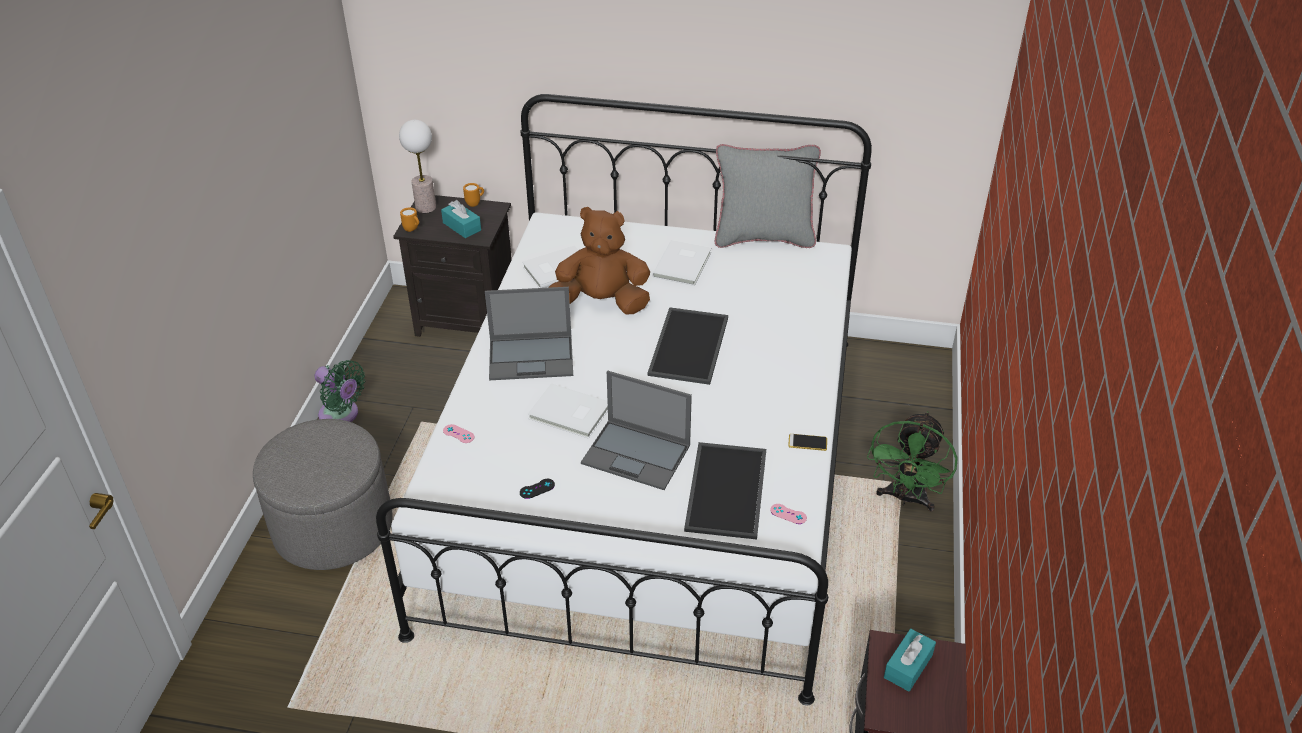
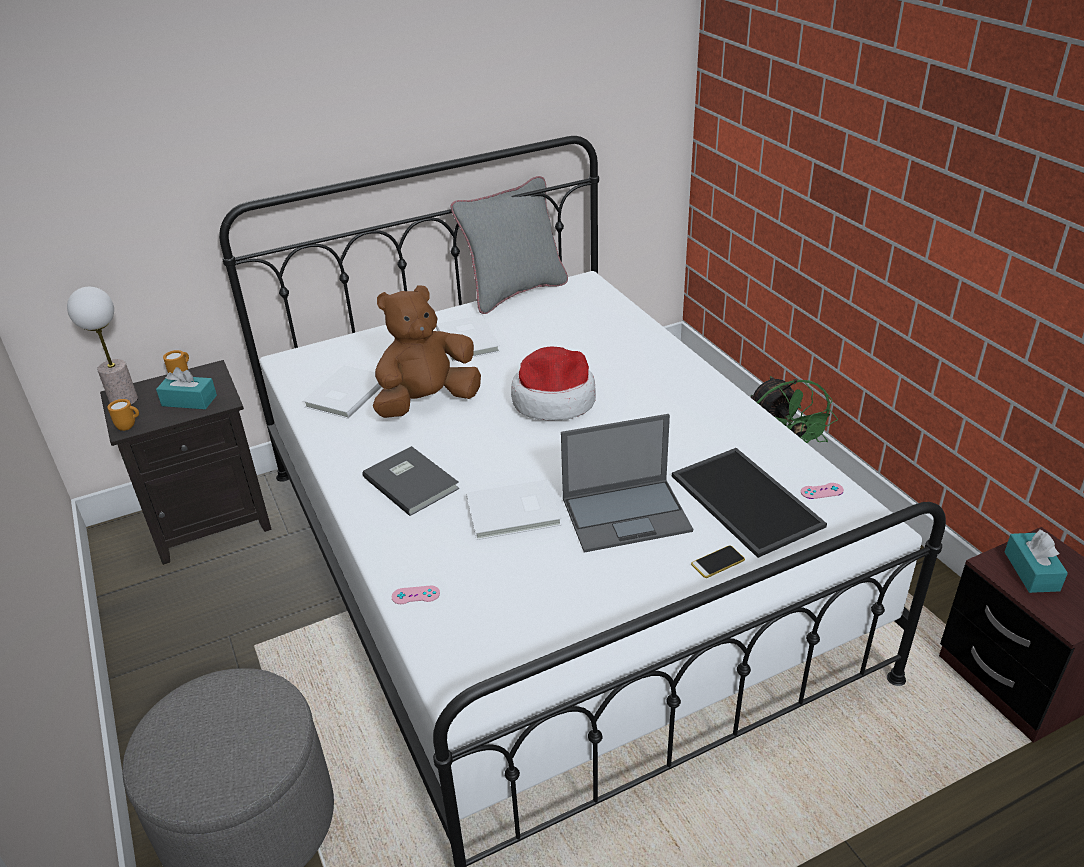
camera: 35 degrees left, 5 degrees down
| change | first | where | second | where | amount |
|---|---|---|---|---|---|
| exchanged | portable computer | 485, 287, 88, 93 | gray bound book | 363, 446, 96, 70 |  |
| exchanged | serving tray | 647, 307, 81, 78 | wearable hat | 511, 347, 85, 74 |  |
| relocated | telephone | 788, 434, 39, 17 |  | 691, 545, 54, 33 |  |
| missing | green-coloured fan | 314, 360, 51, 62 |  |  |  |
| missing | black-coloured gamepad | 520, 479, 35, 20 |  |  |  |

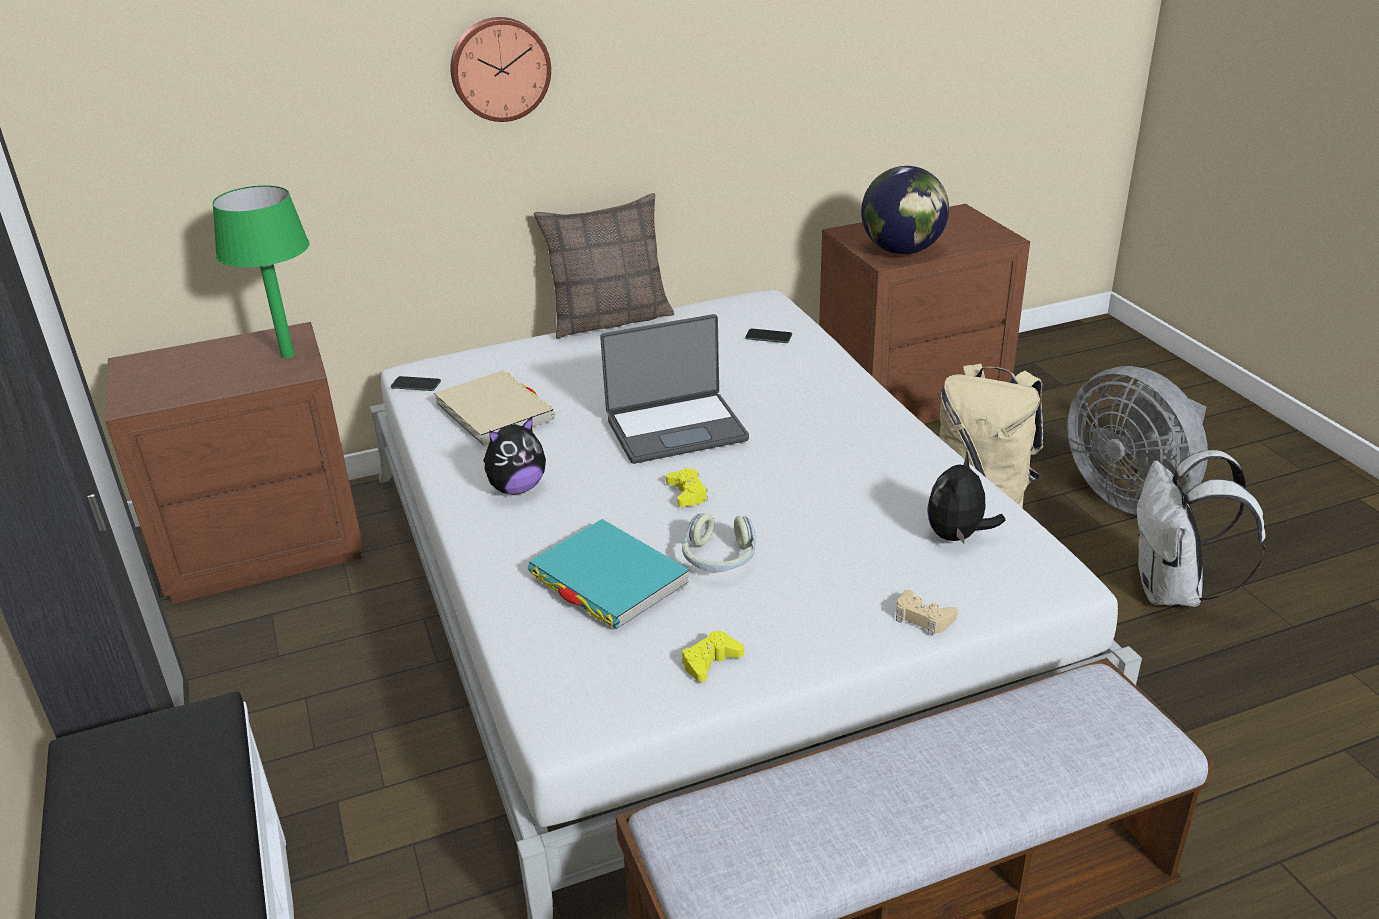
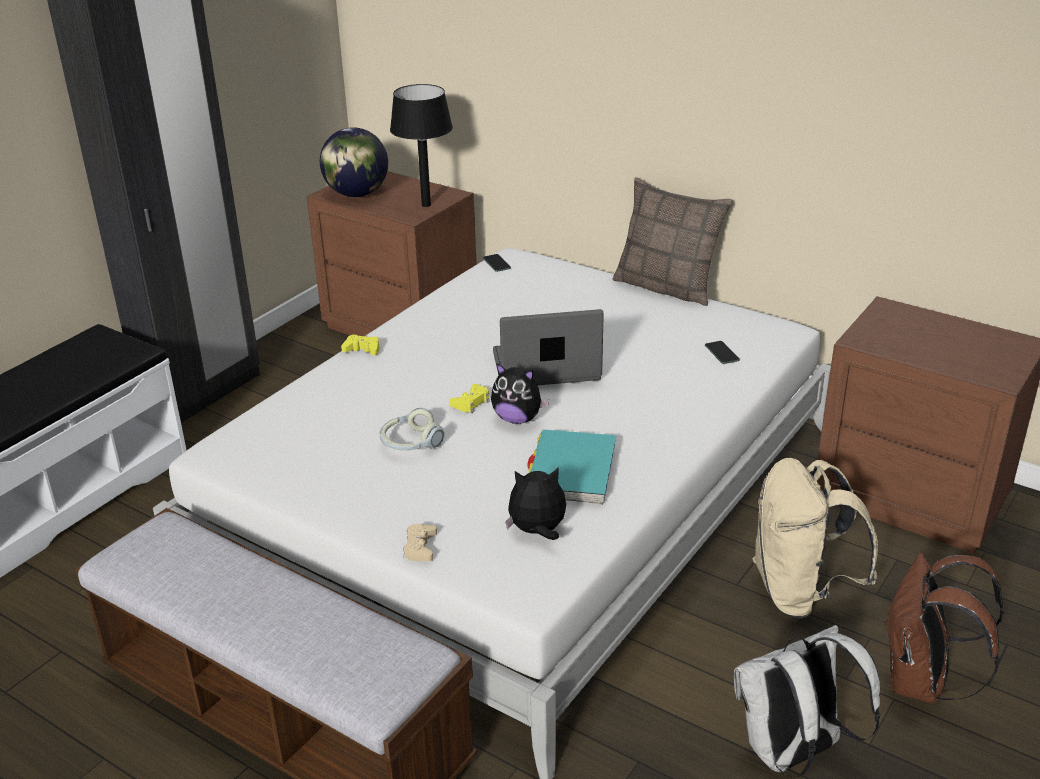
camera: 55 degrees right, 0 degrees up
| change | first | where | second | where | amount |
|---|---|---|---|---|---|
| relocated | desk globe | 861, 166, 88, 89 |  | 320, 127, 68, 70 |  |
| relocated | yellow-coloured gamepad | 682, 631, 62, 51 |  | 341, 334, 39, 21 |  |
| colour | green-coloured tabletop lamp | 212, 185, 98, 173 | black-coloured tabletop lamp | 390, 84, 63, 123 |  |
| relocated | cuddly toy | 483, 417, 63, 77 |  | 491, 363, 58, 61 |  |
| spun | portable computer | 600, 314, 149, 150 |  | 493, 309, 111, 77 | 135 degrees clockwise |
| relocated | blue-green bound book | 528, 519, 162, 110 |  | 528, 430, 88, 75 |  |
| exchanged | gray fan | 1067, 366, 141, 149 | brown rucksack | 884, 553, 120, 151 |  |
| missing | beige-coloured bound book | 434, 370, 121, 77 |  |  |  |
| missing | hanging clock | 450, 17, 101, 105 |  |  |  |

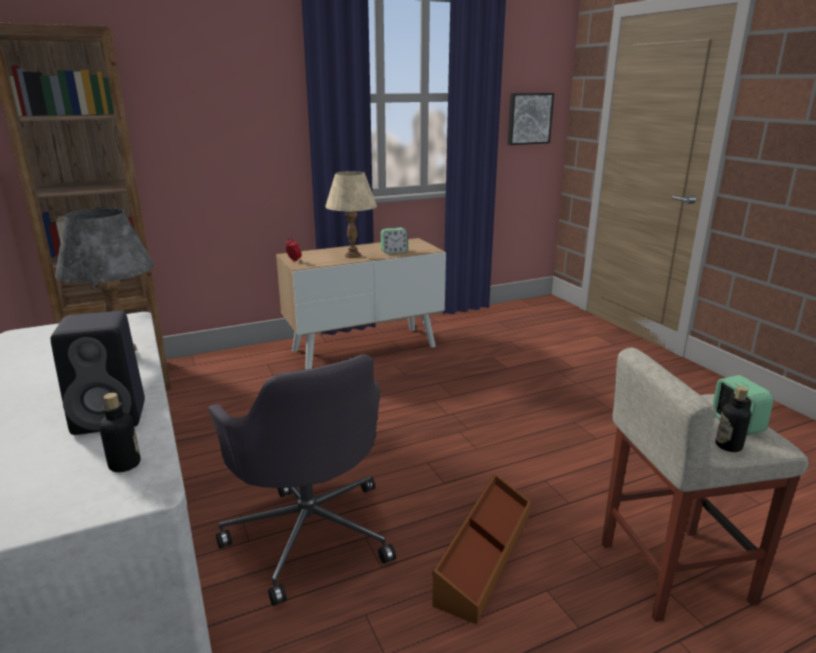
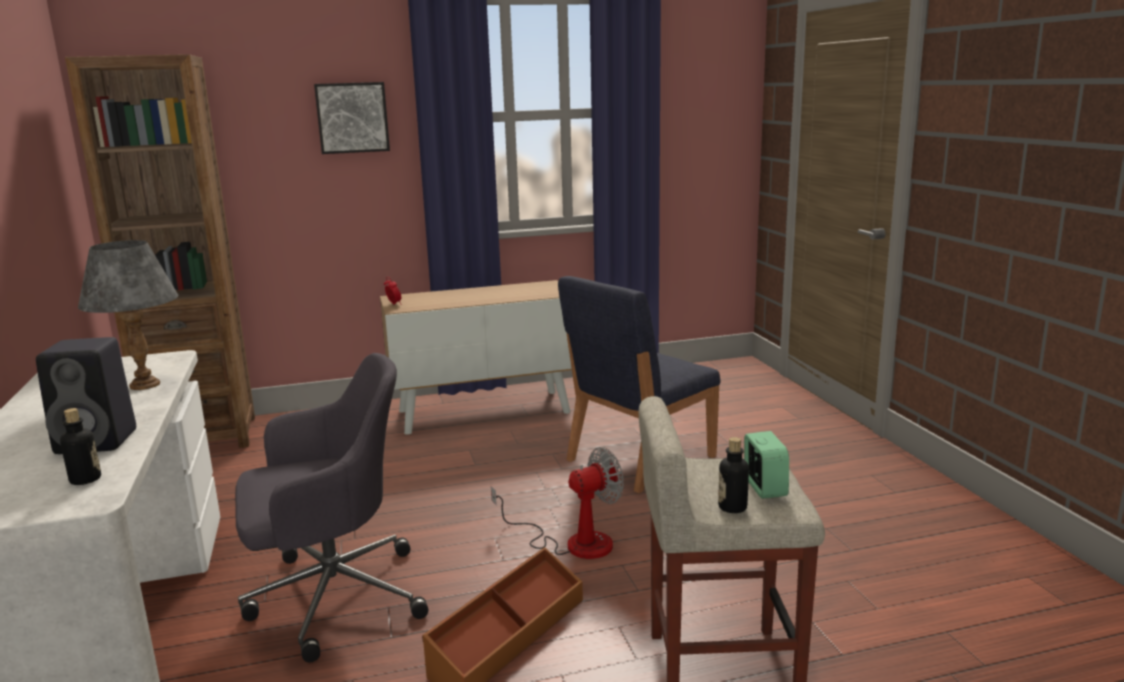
camera: 10 degrees right, 5 degrees down
| change | first | where | second | where | amount |
|---|---|---|---|---|---|
| spun | gray desk chair | 208, 355, 188, 251 |  | 235, 353, 193, 310 | 90 degrees counterclockwise |
| relocated | picture | 507, 93, 47, 52 |  | 314, 82, 76, 72 |  |
| appeared |  |  | fan | 491, 447, 133, 112 |  |
| appeared |  |  | blue-coloured chair | 558, 276, 163, 217 |  |
| missing | beige-coloured tabletop lamp | 325, 171, 52, 87 |  |  |  |
| missing | table clock | 381, 228, 27, 26 |  |  |  |

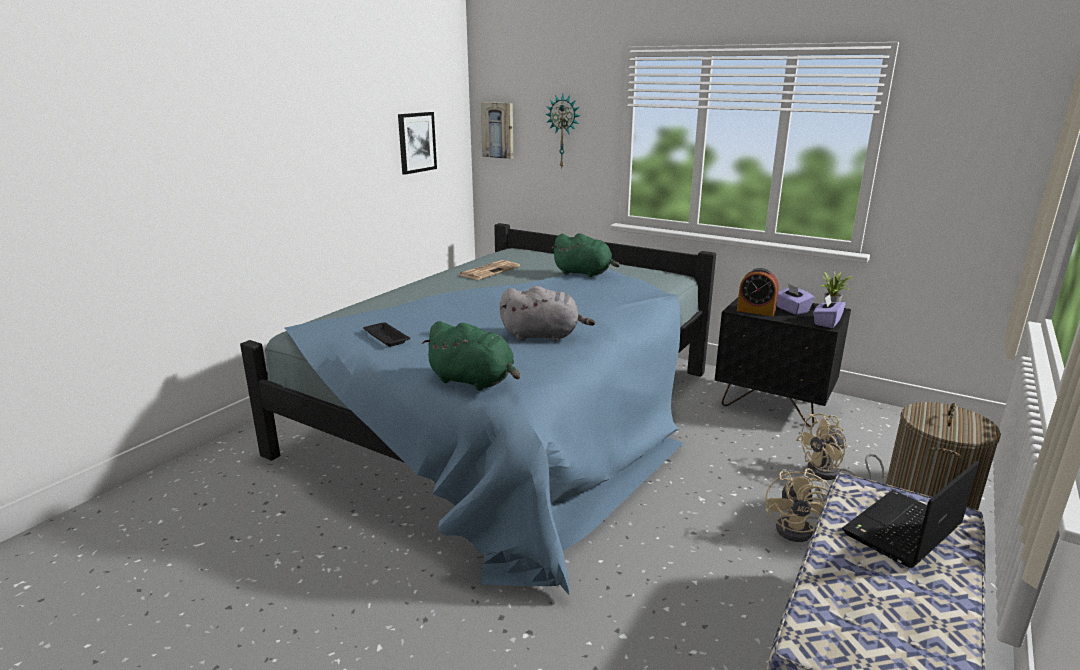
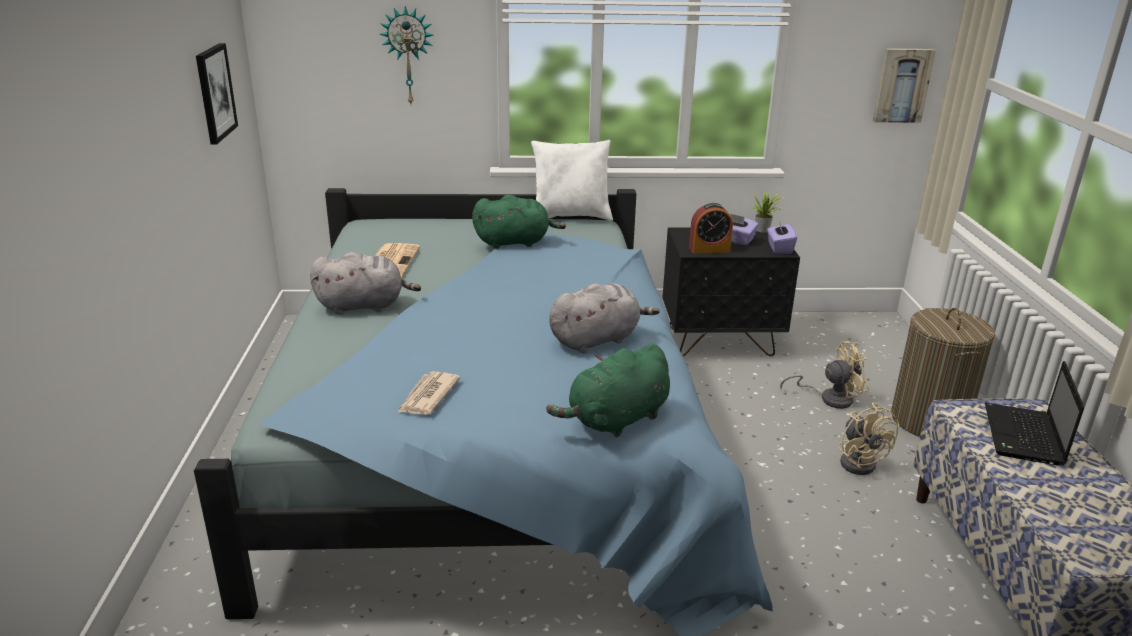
camera: 35 degrees left, 5 degrees up
| change | first | where | second | where | amount |
|---|---|---|---|---|---|
| appeared |  |  | gray cuddly toy | 310, 252, 111, 63 |  |
| exchanged | black-coloured serving tray | 363, 322, 47, 25 | daily paper | 397, 371, 64, 44 |  |
| appeared |  |  | whitish cushion | 531, 140, 82, 81 |  |
| spun | green-coloured cuddly toy | 422, 321, 98, 70 |  | 546, 344, 124, 93 | 150 degrees clockwise |
| spun | beige-coloured fan | 796, 413, 88, 67 |  | 780, 341, 89, 68 | 135 degrees counterclockwise |
| relocated | picture | 481, 102, 32, 57 |  | 873, 48, 63, 75 |  |

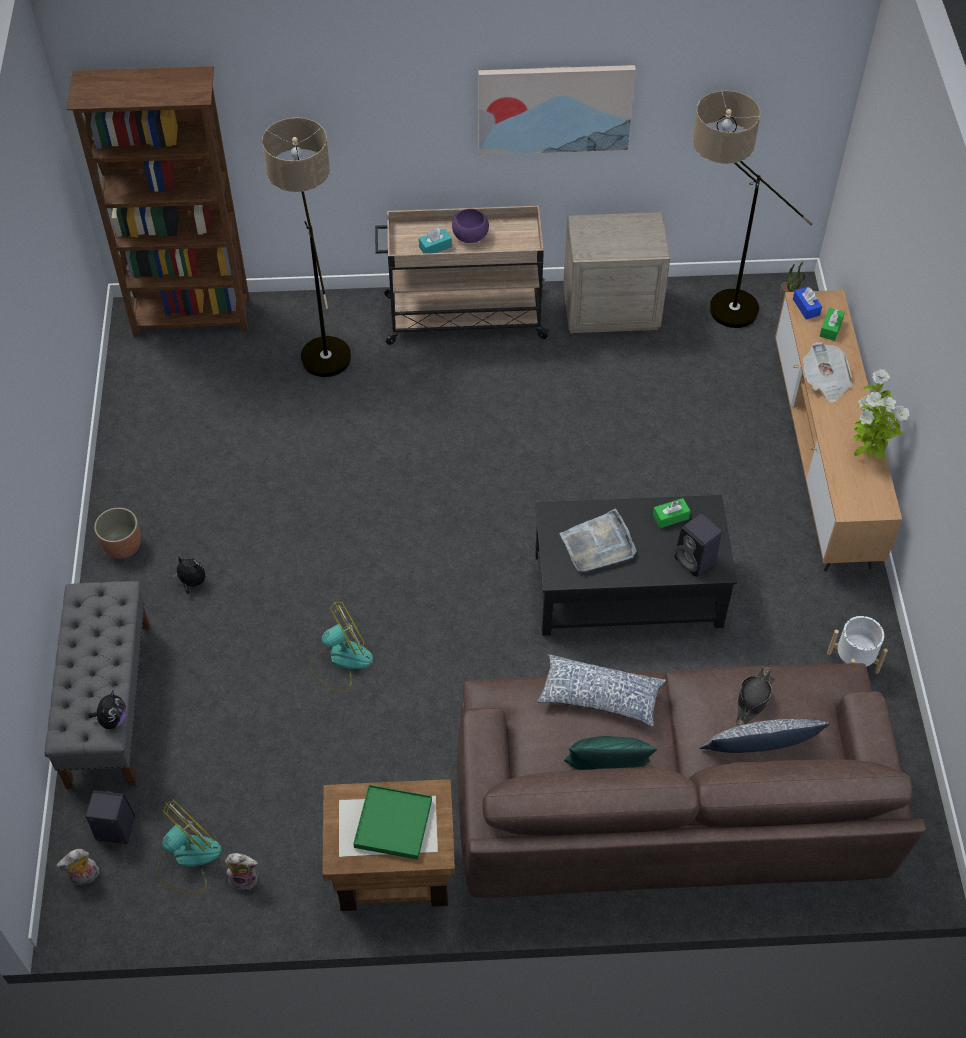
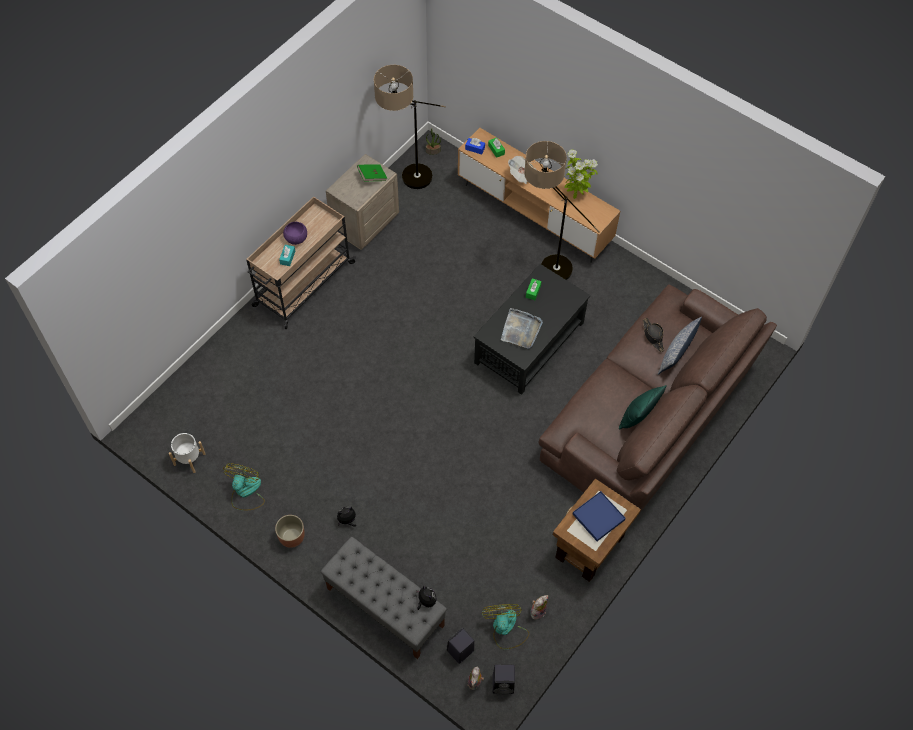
camera: 50 degrees left, 5 degrees up
| change | first | where | second | where | amount |
|---|---|---|---|---|---|
| relocated | whitish flower pot | 827, 616, 61, 58 |  | 169, 433, 37, 40 |  |
| relocated | fan | 310, 601, 63, 91 |  | 223, 463, 42, 47 |  |
| appeared |  |  | green-coloured bound book | 357, 164, 30, 17 |  |
| relocated | black-coloured speaker | 675, 513, 47, 64 |  | 492, 665, 23, 29 |  |
| relocated | standard lamp | 262, 118, 89, 259 |  | 524, 141, 76, 139 |  |
| colour | green-coloured serving tray | 353, 785, 79, 75 | blue-coloured serving tray | 573, 491, 53, 50 |  |
| missing | brown shelving unit | 66, 66, 184, 271 |  |  |  |
| missing | picture | 478, 65, 158, 90 |  |  |  |
| missing | cushion | 537, 654, 129, 73 |  |  |  |

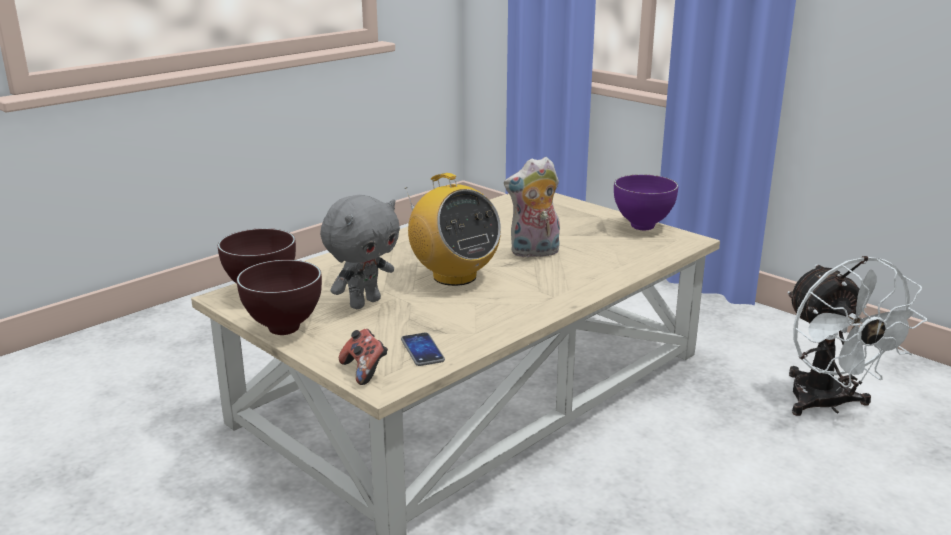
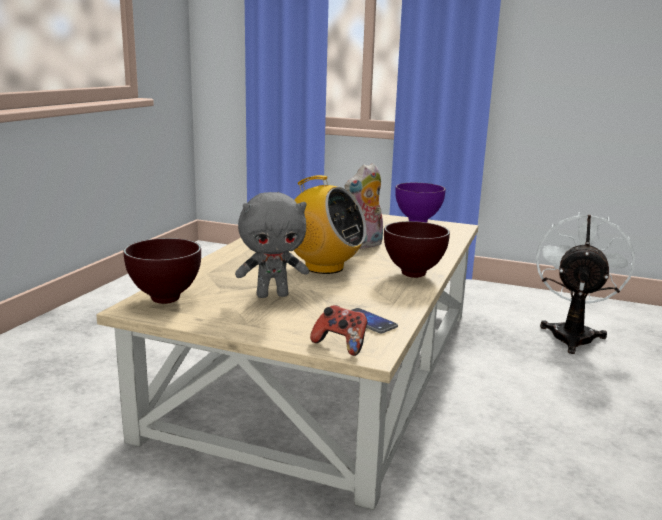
camera: 25 degrees left, 5 degrees down
| change | first | where | second | where | amount |
|---|---|---|---|---|---|
| spun | gray cuddly toy | 320, 195, 80, 114 |  | 235, 192, 74, 106 | 60 degrees clockwise |
| relocated | brown bowl | 237, 260, 85, 75 |  | 384, 221, 66, 57 |  |
| spun | whitish fan | 787, 256, 140, 160 |  | 536, 212, 99, 142 | 120 degrees counterclockwise |

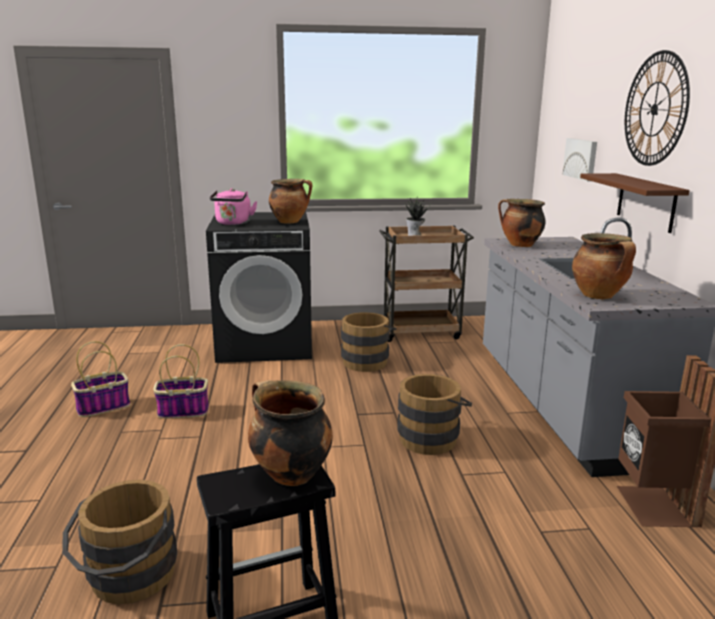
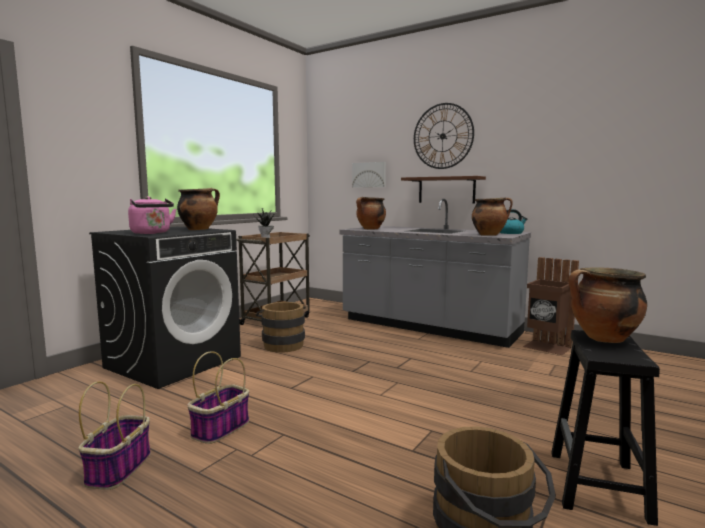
camera: 50 degrees left, 10 degrees down
| change | first | where | second | where | amount |
|---|---|---|---|---|---|
| appeared |  |  | tea kettle | 500, 209, 27, 25 |  |
| missing | brown bucket | 397, 374, 75, 81 |  |  |  |

